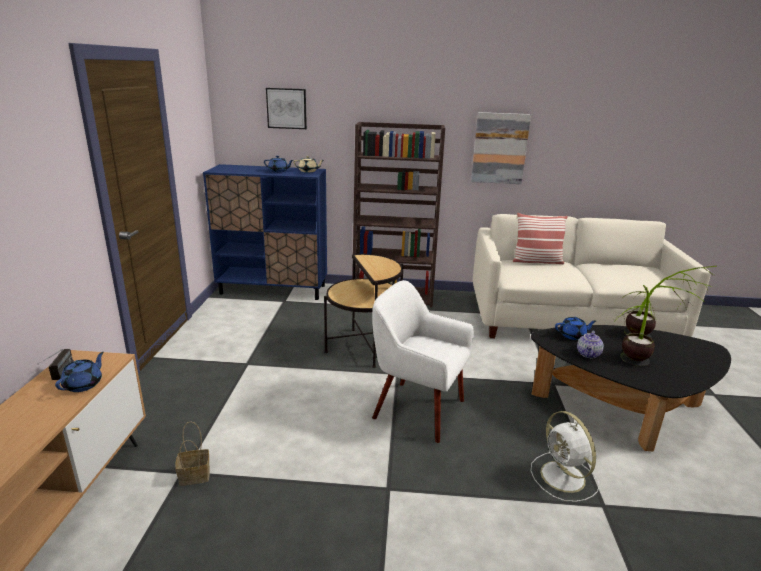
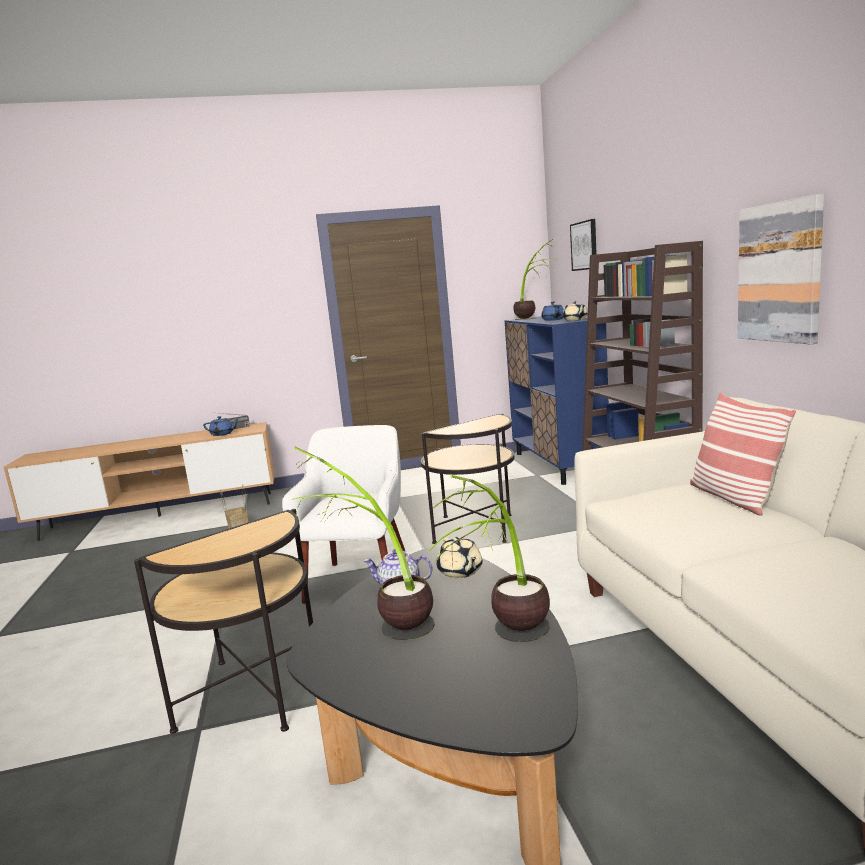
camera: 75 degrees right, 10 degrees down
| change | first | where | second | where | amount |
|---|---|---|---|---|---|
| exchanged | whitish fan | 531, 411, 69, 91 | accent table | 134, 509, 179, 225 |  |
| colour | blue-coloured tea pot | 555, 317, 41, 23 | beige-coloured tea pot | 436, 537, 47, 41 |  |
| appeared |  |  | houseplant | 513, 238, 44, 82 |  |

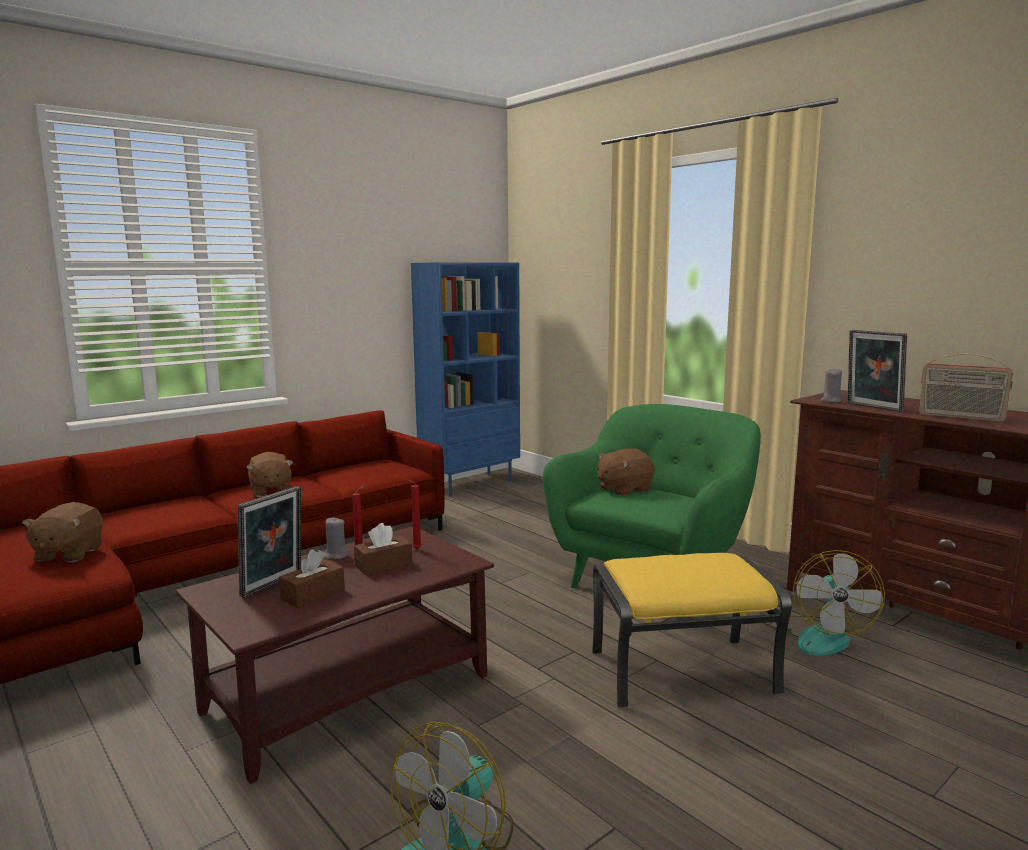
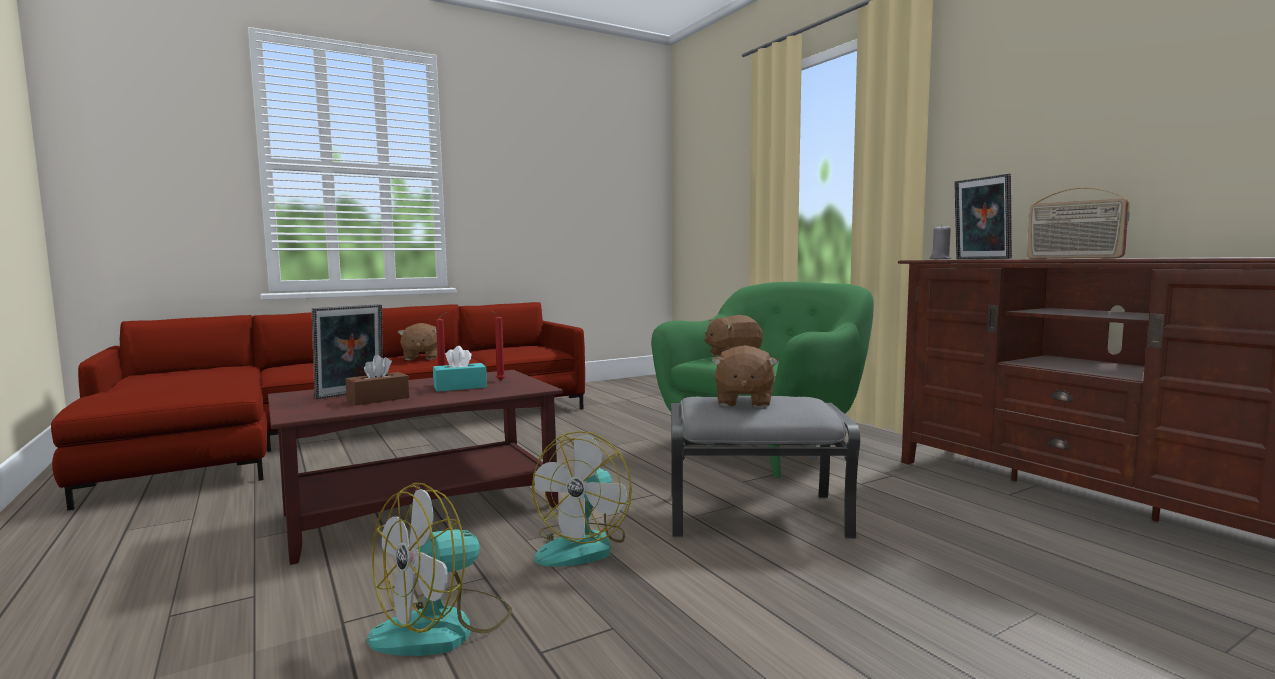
camera: 10 degrees right, 5 degrees down
| change | first | where | second | where | amount |
|---|---|---|---|---|---|
| colour | brown box of tissues | 354, 523, 59, 52 | blue-green box of tissues | 433, 346, 54, 46 |  |
| relocated | fan | 768, 550, 117, 106 |  | 532, 431, 100, 136 |  |
| colour | yellow-coloured pouffe | 592, 553, 200, 155 | gray pouffe | 671, 396, 189, 143 |  |
| relocated | brown cuddly toy | 22, 502, 81, 61 |  | 711, 345, 67, 63 |  |
| missing | gray candle | 324, 517, 24, 42 |  |  |  |
| missing | blue-coloured shelving unit | 411, 262, 109, 234 |  |  |  |

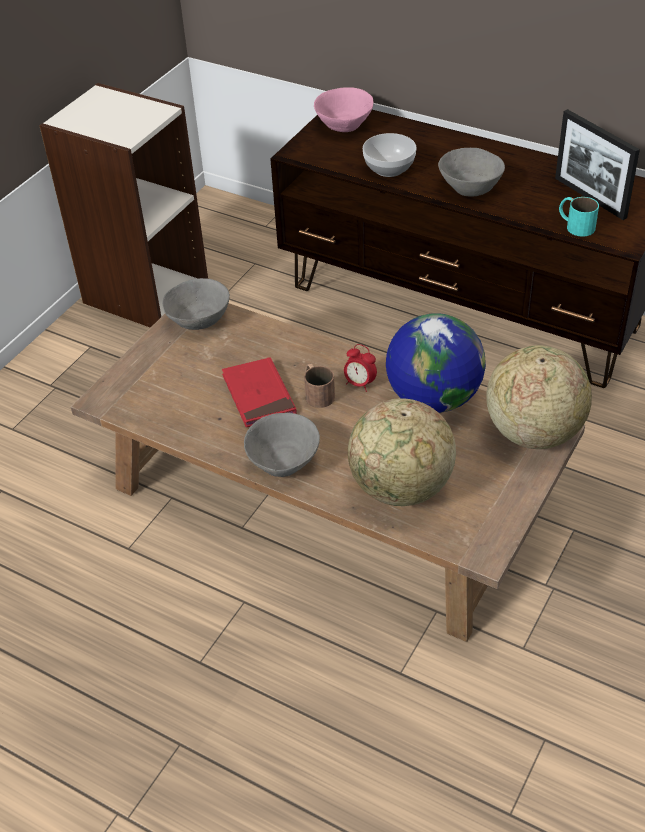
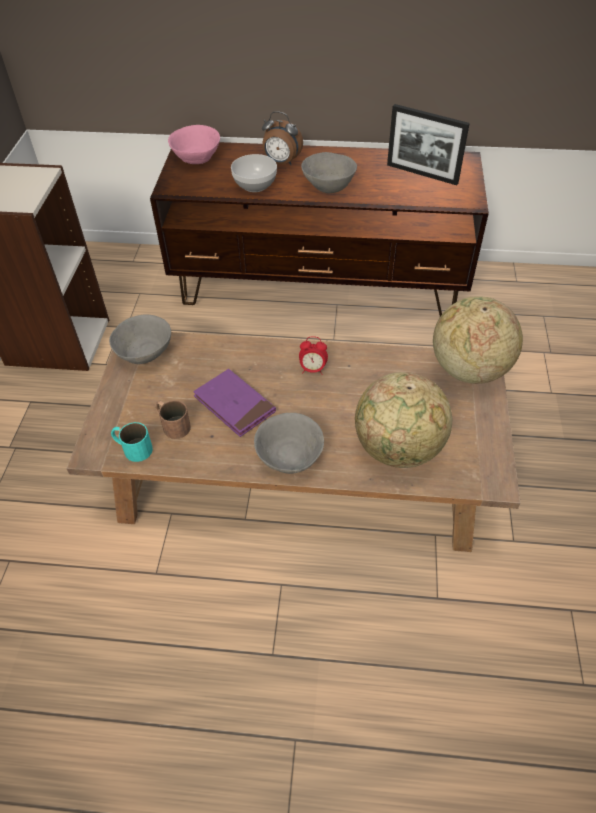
camera: 25 degrees left, 5 degrees up
| change | first | where | second | where | amount |
|---|---|---|---|---|---|
| relocated | blue-green coffee mug | 559, 197, 40, 40 |  | 111, 422, 42, 40 |  |
| relocated | brown coffee mug | 304, 363, 31, 45 |  | 155, 400, 36, 39 |  |
| colour | reddish bound book | 222, 357, 75, 70 | purple bound book | 193, 369, 83, 68 |  |
| appeared |  |  | table clock | 262, 111, 41, 54 |  |
| missing | desk globe | 386, 313, 100, 100 |  |  |  |

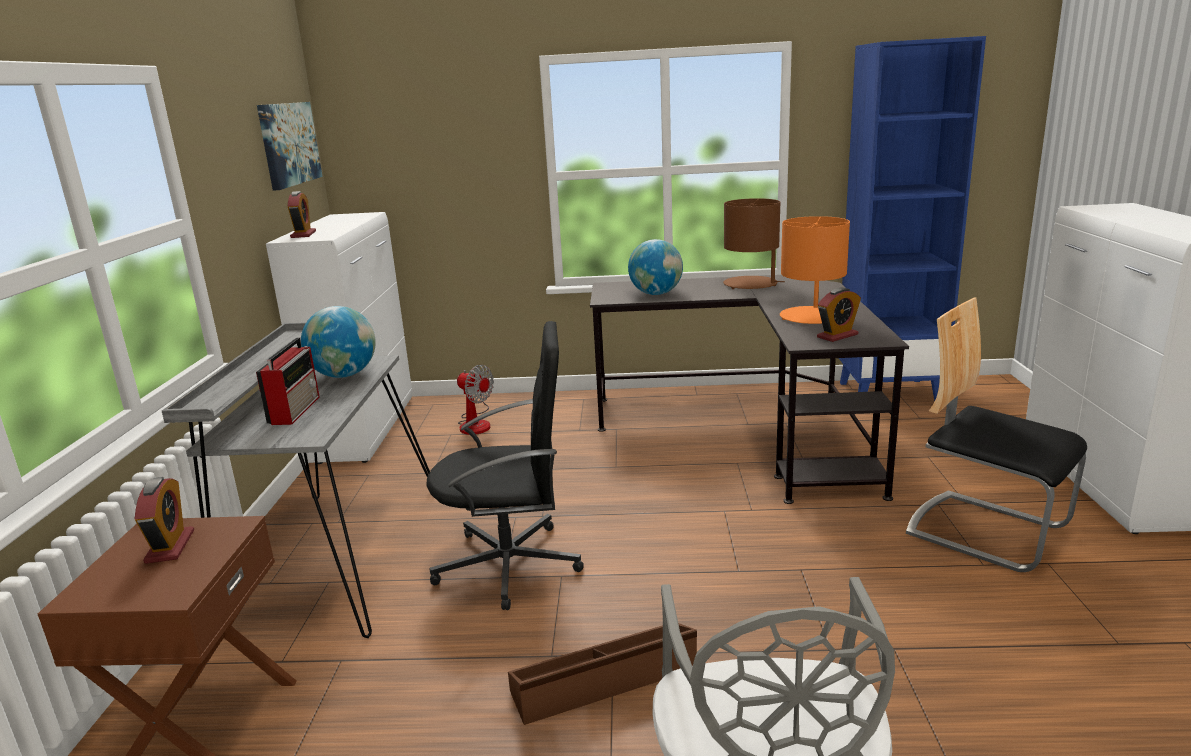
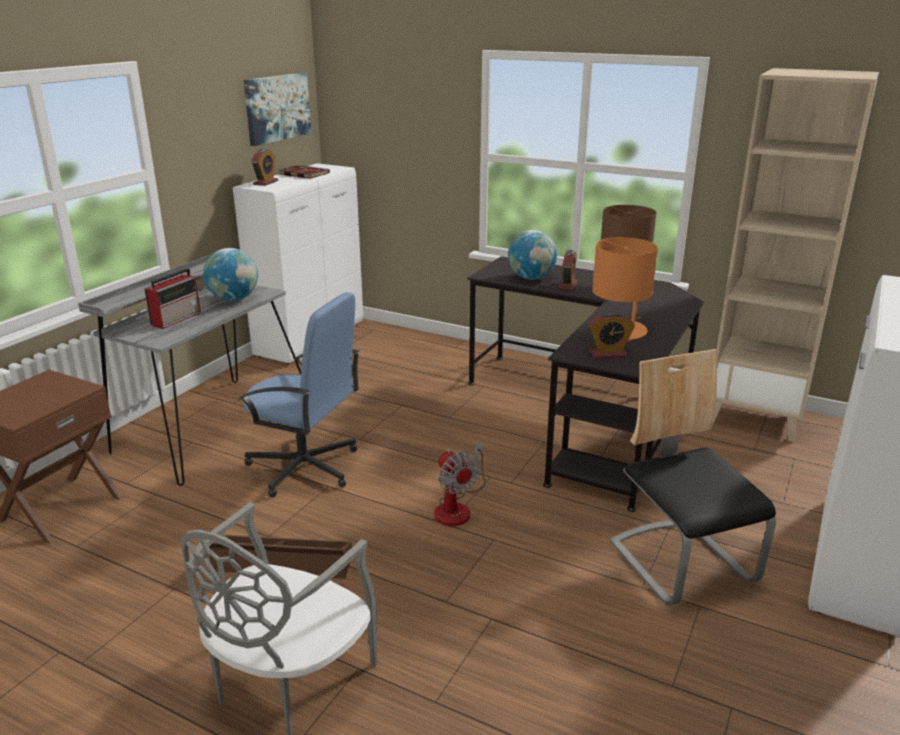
camera: 25 degrees right, 5 degrees up
| change | first | where | second | where | amount |
|---|---|---|---|---|---|
| colour | black-coloured desk chair | 427, 321, 157, 289 | blue-coloured desk chair | 239, 292, 121, 205 |  |
| appeared |  |  | bound book | 280, 165, 50, 13 |  |
| relocated | fan | 457, 365, 37, 70 |  | 434, 442, 52, 84 |  |
| relocated | table clock | 135, 477, 59, 87 |  | 558, 250, 20, 41 |  |
| colour | blue-coloured shelving unit | 839, 36, 147, 366 | beige-coloured shelving unit | 713, 68, 166, 374 |  |

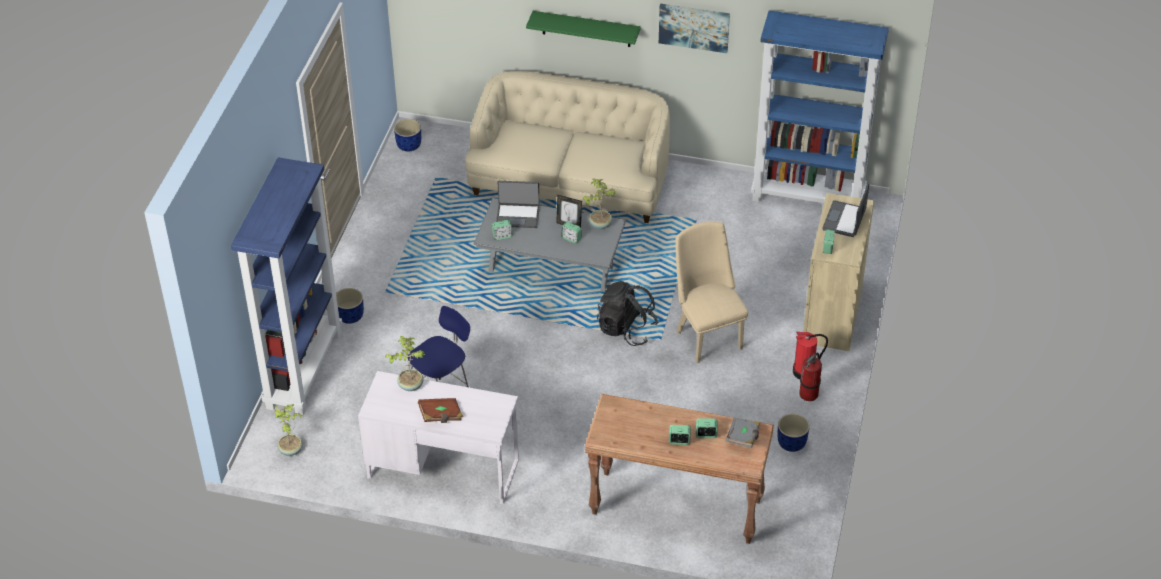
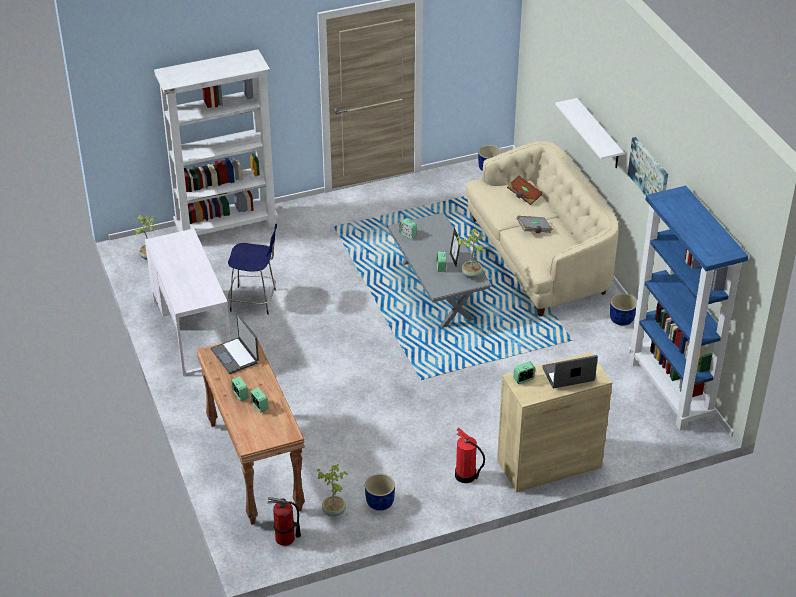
camera: 55 degrees right, 5 degrees down
| change | first | where | second | where | amount |
|---|---|---|---|---|---|
| colour | blue-coloured shelving unit | 231, 157, 111, 259 | whitish shelving unit | 154, 50, 124, 186 |  |
| relocated | portable computer | 496, 181, 44, 47 |  | 211, 313, 48, 61 |  |
| relocated | fire extinguisher | 799, 353, 23, 48 |  | 268, 497, 33, 49 |  |
| relocated | houseplant | 385, 336, 40, 55 |  | 317, 464, 32, 53 |  |
| relocated | brown bound book | 418, 398, 45, 25 |  | 507, 176, 36, 29 |  |
| relocated | gray bound book | 725, 417, 35, 31 |  | 516, 216, 37, 17 |  |
| colour | green-coloured bracket shelf | 526, 11, 115, 36 | whitish bracket shelf | 555, 98, 69, 70 |  |
| relocated | blue-coloured flower pot | 336, 288, 28, 36 |  | 610, 294, 27, 32 |  |
| missing | black-coloured rucksack | 597, 281, 62, 65 |  |  |  |
| missing | beige-coloured chair | 675, 221, 73, 142 |  |  |  |

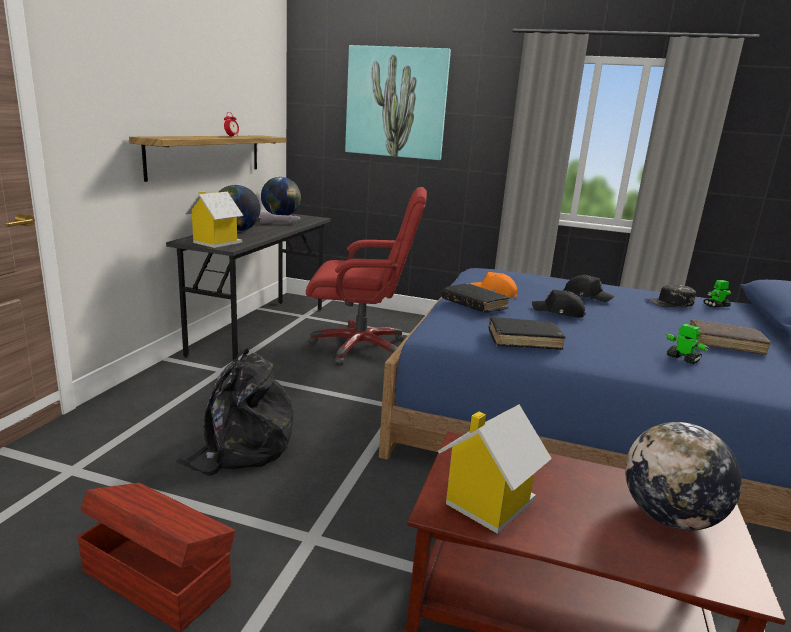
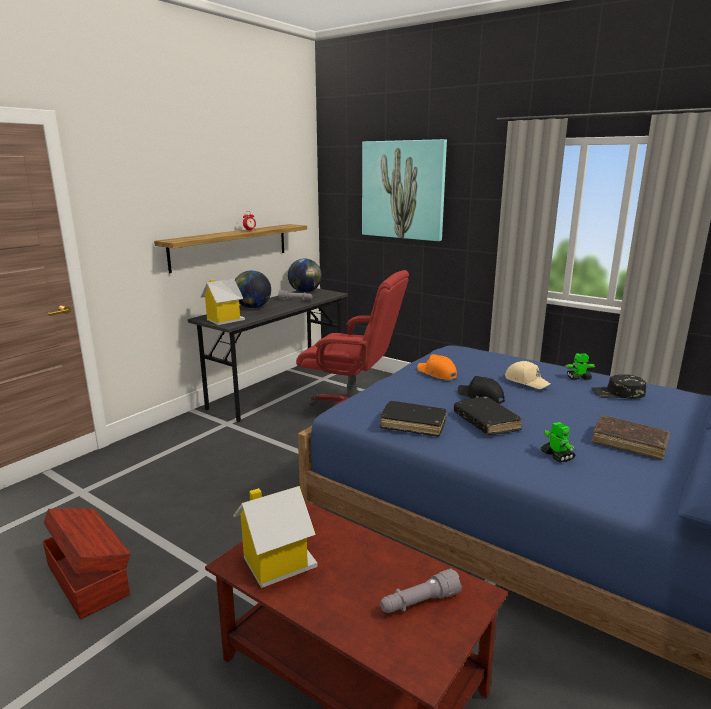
camera: 20 degrees right, 0 degrees up
| change | first | where | second | where | amount |
|---|---|---|---|---|---|
| exchanged | desk globe | 625, 422, 117, 109 | gray torch | 380, 569, 82, 44 |  |
| relocated | black-coloured bound book | 441, 283, 68, 30 |  | 454, 396, 68, 39 |  |
| colour | black-coloured peaked cap | 563, 274, 52, 28 | beige-coloured peaked cap | 505, 361, 46, 28 |  |
| relocated | toy robot | 703, 280, 28, 27 |  | 565, 353, 31, 27 |  |
| missing | black-coloured rucksack | 176, 346, 117, 130 |  |  |  |

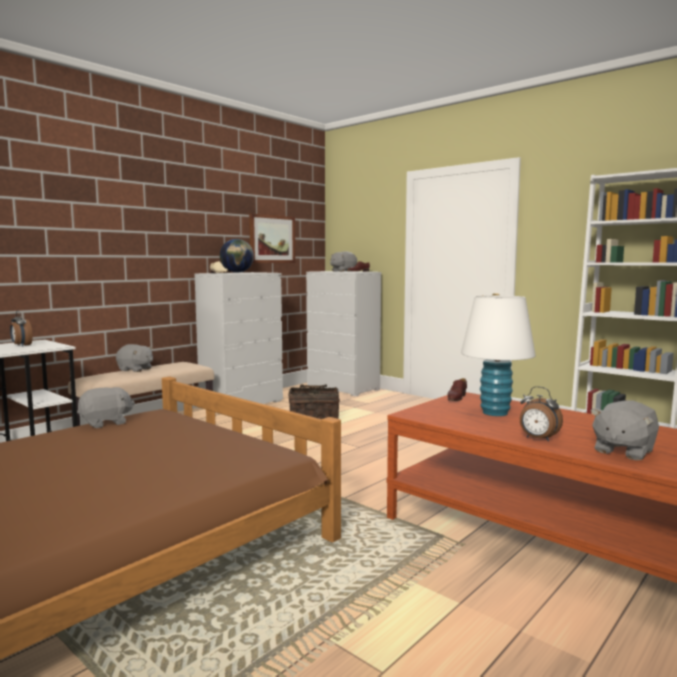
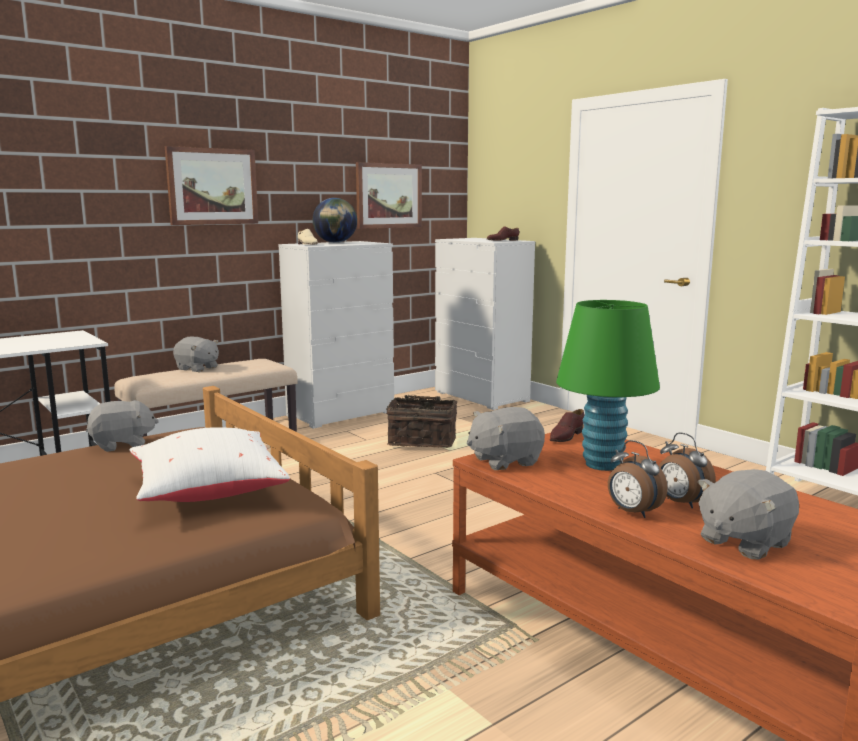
camera: 10 degrees right, 5 degrees up
| change | first | where | second | where | amount |
|---|---|---|---|---|---|
| appeared |  |  | whitish cushion | 130, 427, 160, 75 |  |
| appeared |  |  | picture | 165, 146, 93, 79 |  |
| relocated | gray cuddly toy | 330, 251, 27, 21 |  | 467, 407, 78, 63 |  |
| colour | whitish tabletop lamp | 461, 295, 75, 121 | green-coloured tabletop lamp | 556, 300, 104, 171 |  |
| relocated | table clock | 10, 310, 23, 37 |  | 659, 432, 57, 76 |  |

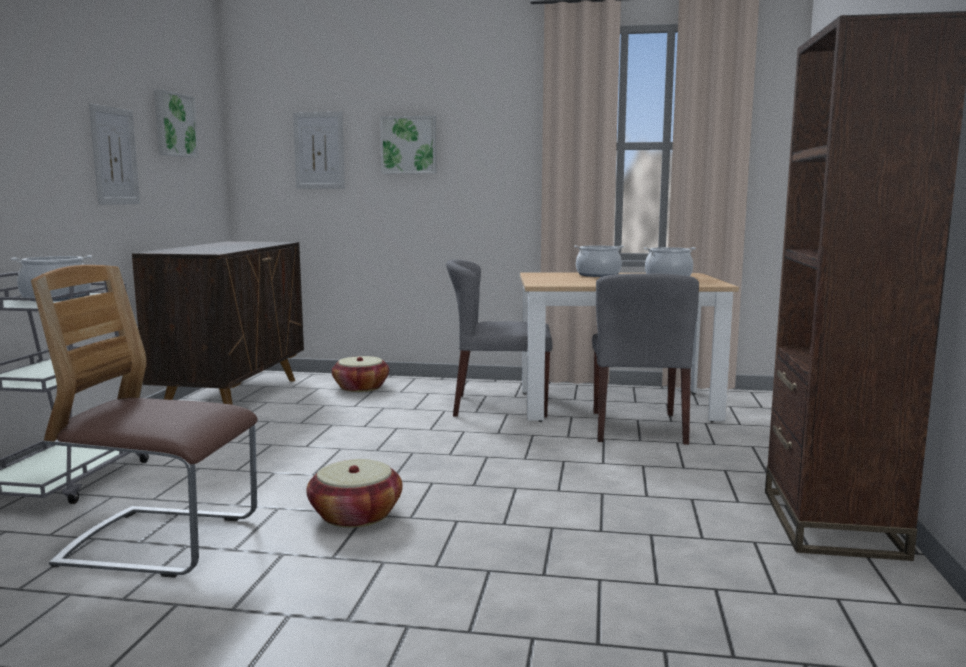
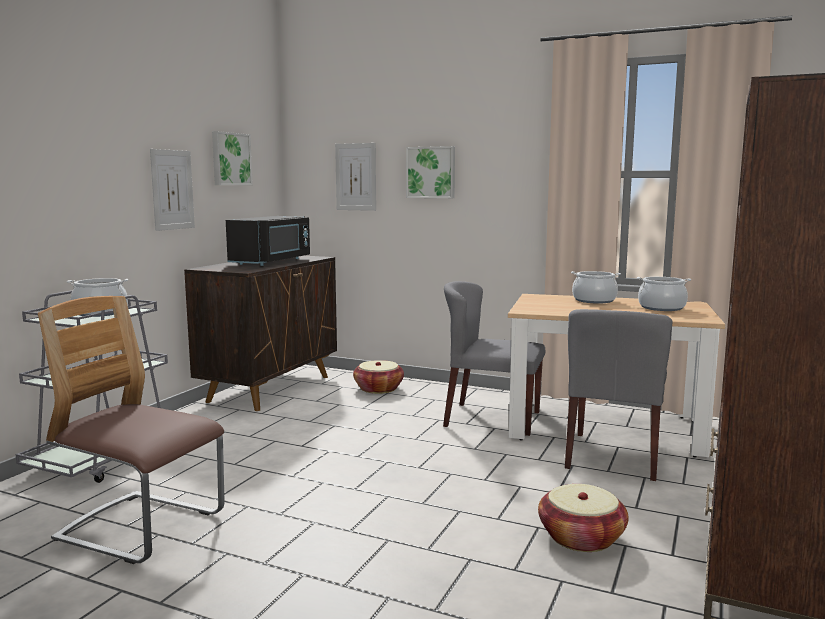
camera: 15 degrees right, 0 degrees up
| change | first | where | second | where | amount |
|---|---|---|---|---|---|
| appeared |  |  | black-coloured microwave oven | 226, 216, 84, 50 |  |
| relocated | basket | 307, 459, 96, 69 |  | 538, 484, 90, 68 |  |

